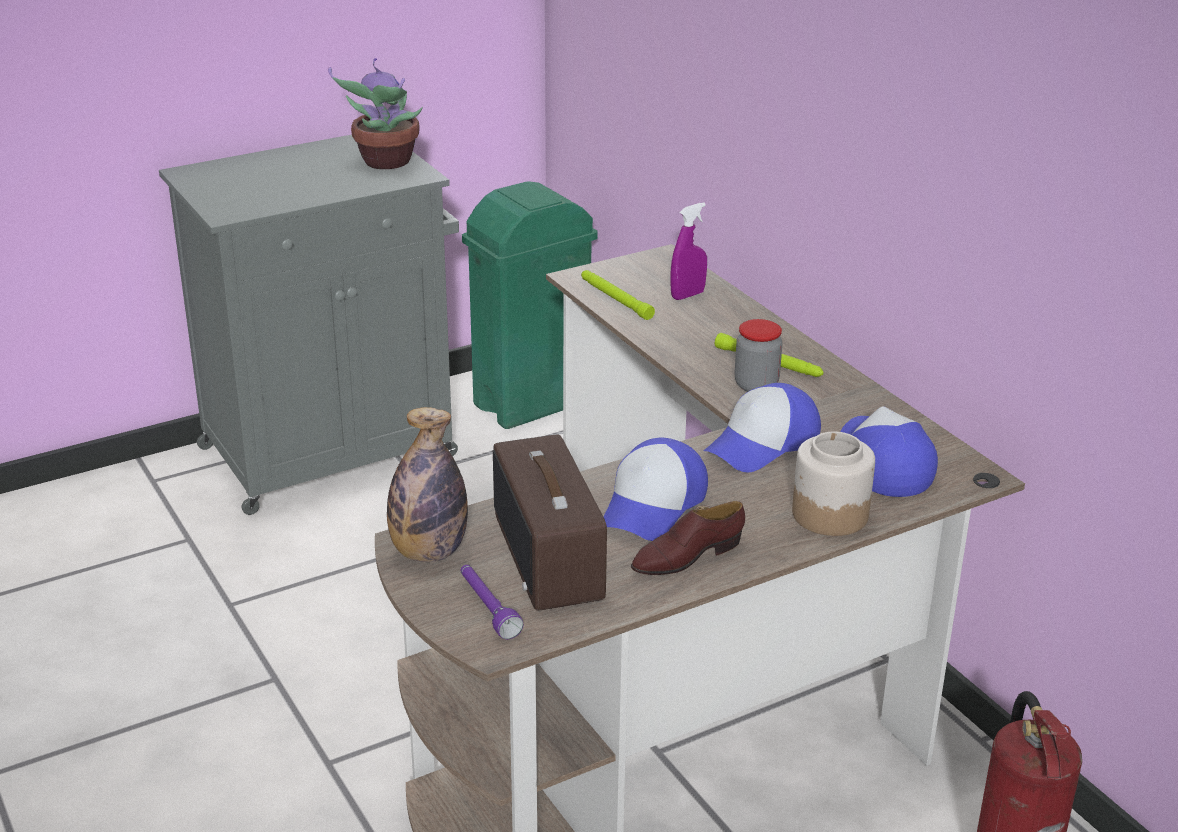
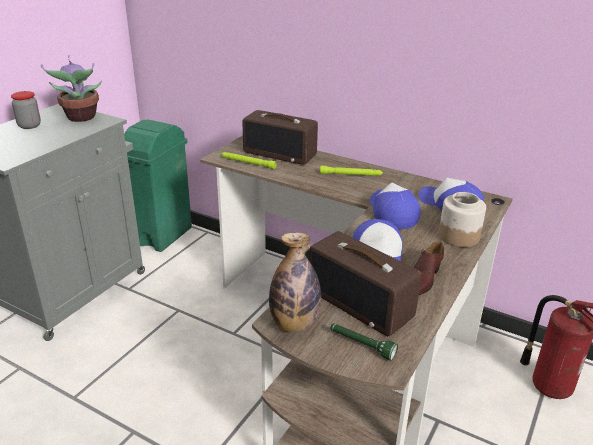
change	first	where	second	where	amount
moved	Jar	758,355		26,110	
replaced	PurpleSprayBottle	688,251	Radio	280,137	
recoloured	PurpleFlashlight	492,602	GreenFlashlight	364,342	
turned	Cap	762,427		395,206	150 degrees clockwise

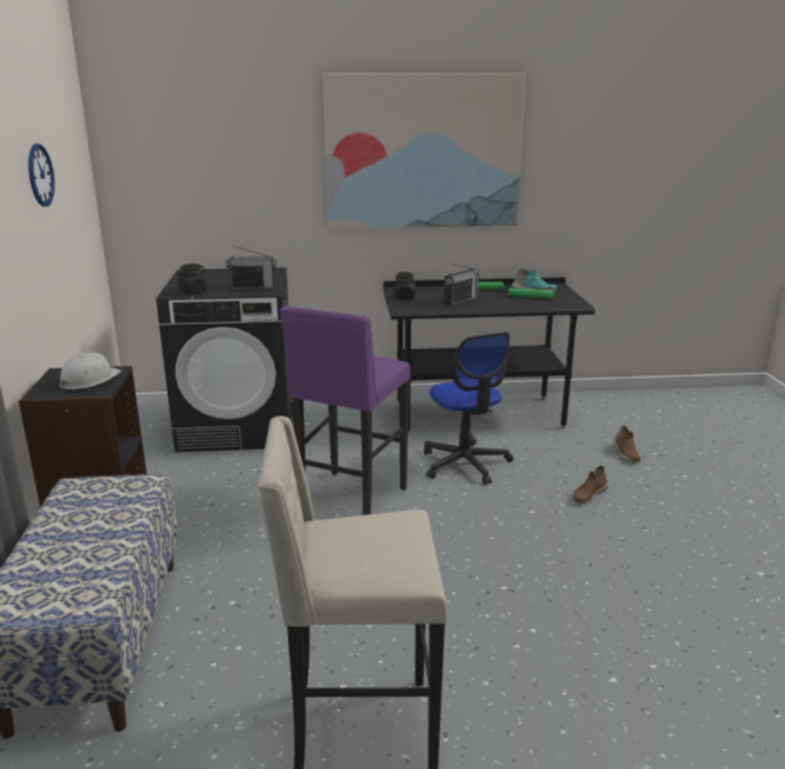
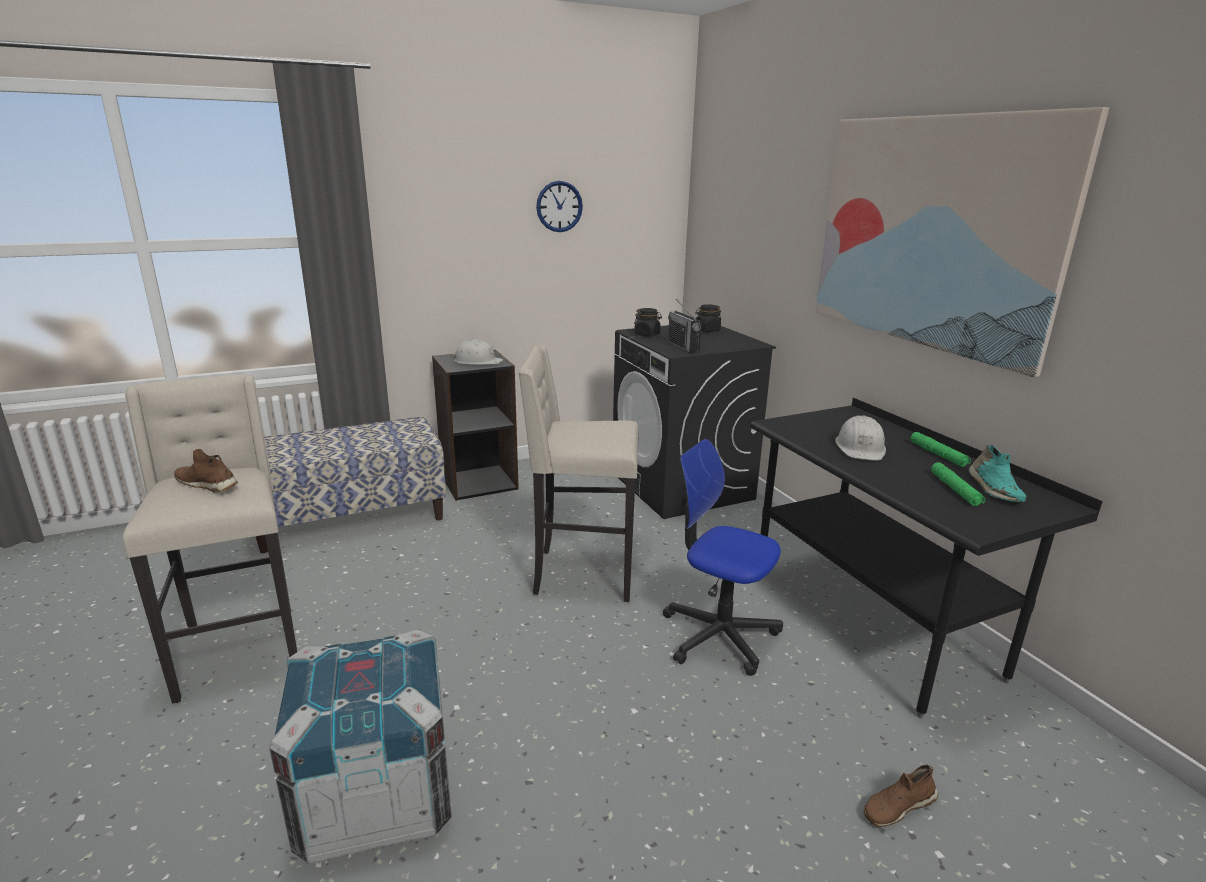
change	first	where	second	where	amount
added			Crate	360,746	
moved	BlackJar	405,285		708,318	
moved	BrownShoe	590,485		206,471	
replaced	Radio	462,284	WhiteHardHat	860,438	
recoloured	PurpleStool	345,410	BeigeStool	578,473	
turned	OfficeChair	469,408		723,557	75 degrees clockwise

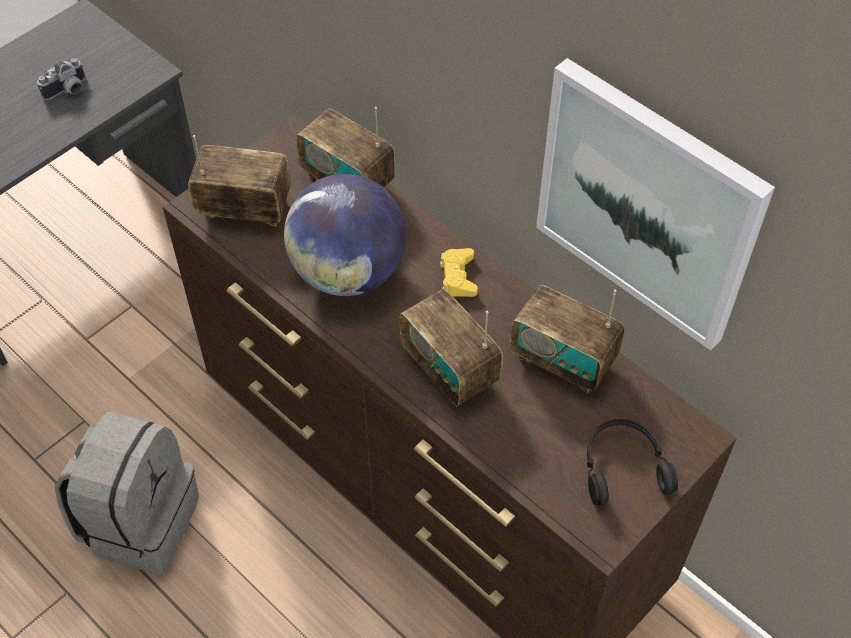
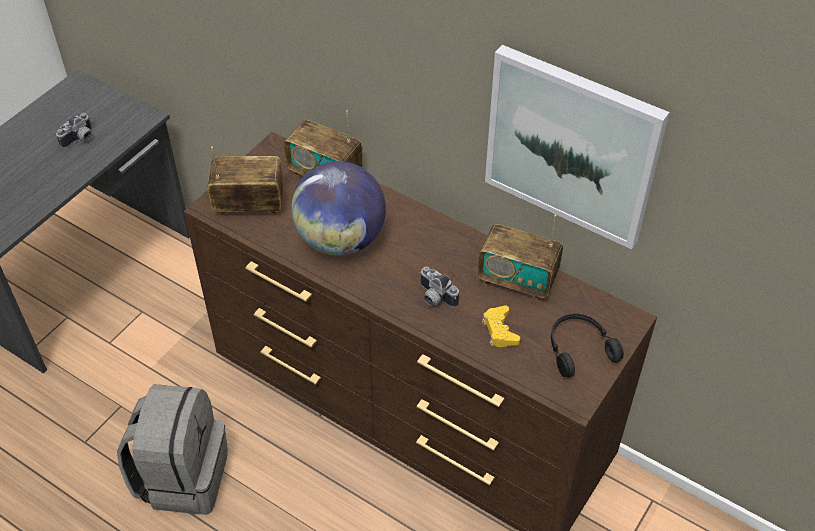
change	first	where	second	where	amount
moved	YellowGameController	459,272		501,326	
replaced	Radio	451,348	PhotoCamera	439,287	

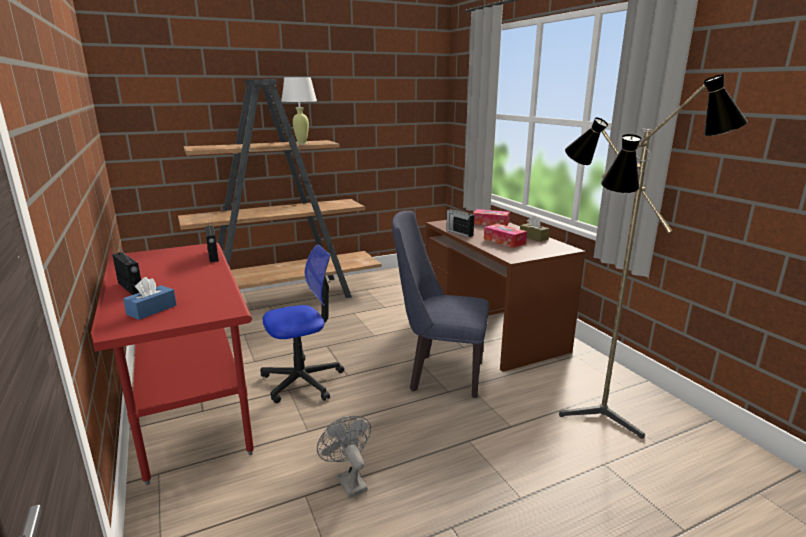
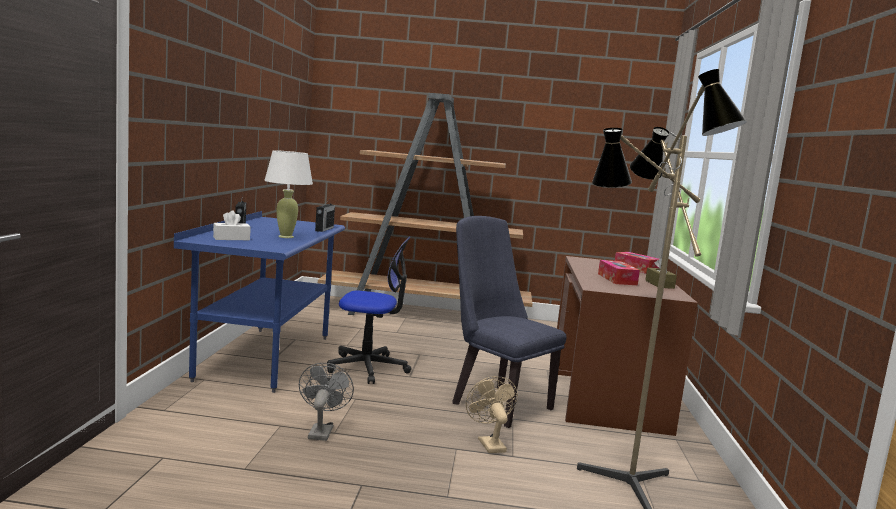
change	first	where	second	where	amount
removed	Radio	460,222			
added			BeigeFan	492,414	
moved	WhiteTableLamp	299,110		288,194	
recoloured	RedDesk	172,364	BlueDesk	259,302	
recoloured	BlueTissueBox	149,298	WhiteTissueBox	231,225	

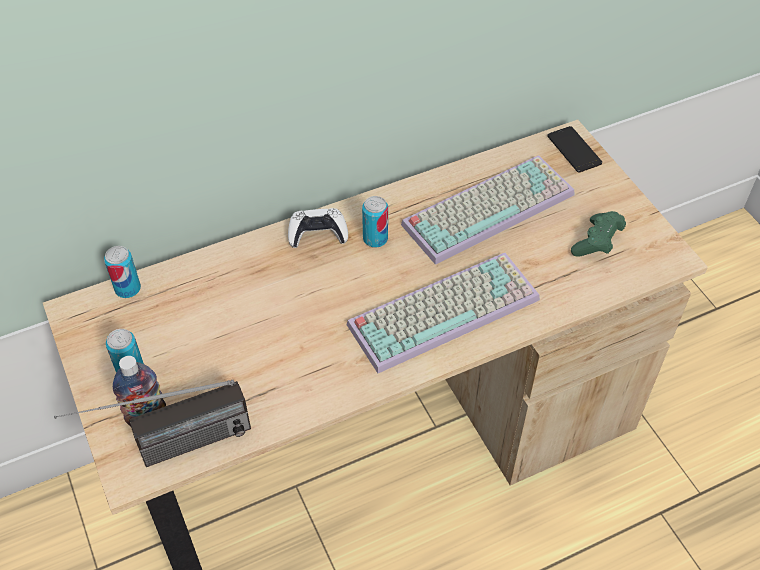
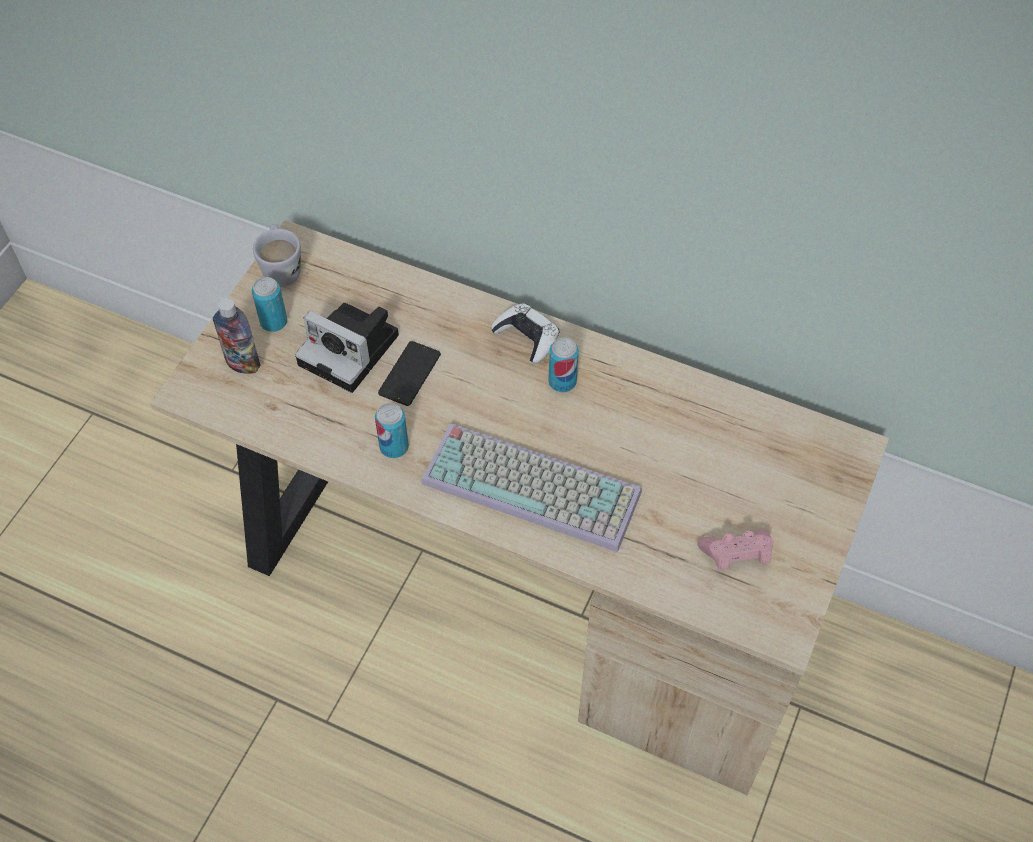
change	first	where	second	where	amount
removed	Radio	152,423			
removed	Keyboard	487,210			
added			WhiteMug	277,255	
added			PhotoCamera	347,348	
moved	Can	122,272		392,430	
moved	Phone	574,149		409,373	
recoloured	GreenGameController	598,234	PinkGameController	735,549	

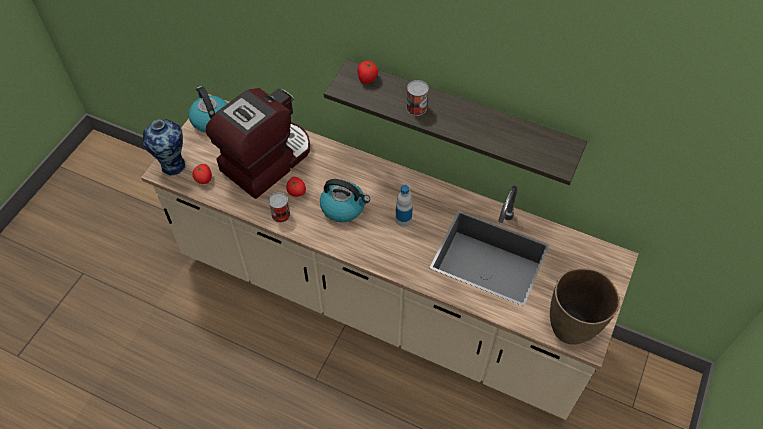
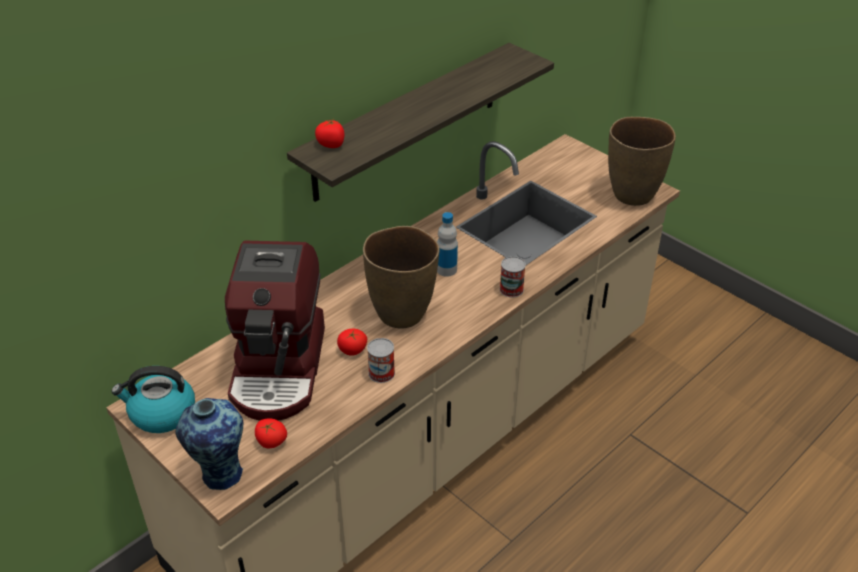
change	first	where	second	where	amount
moved	Can	417,98		513,276	
replaced	Kettle	345,200	BrownVase	401,277	
turned	CoffeeMachine	258,143		275,331	150 degrees counterclockwise

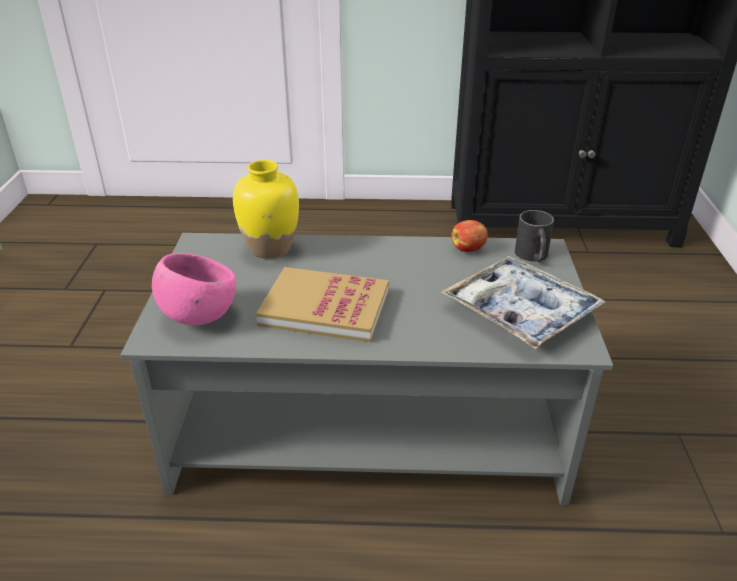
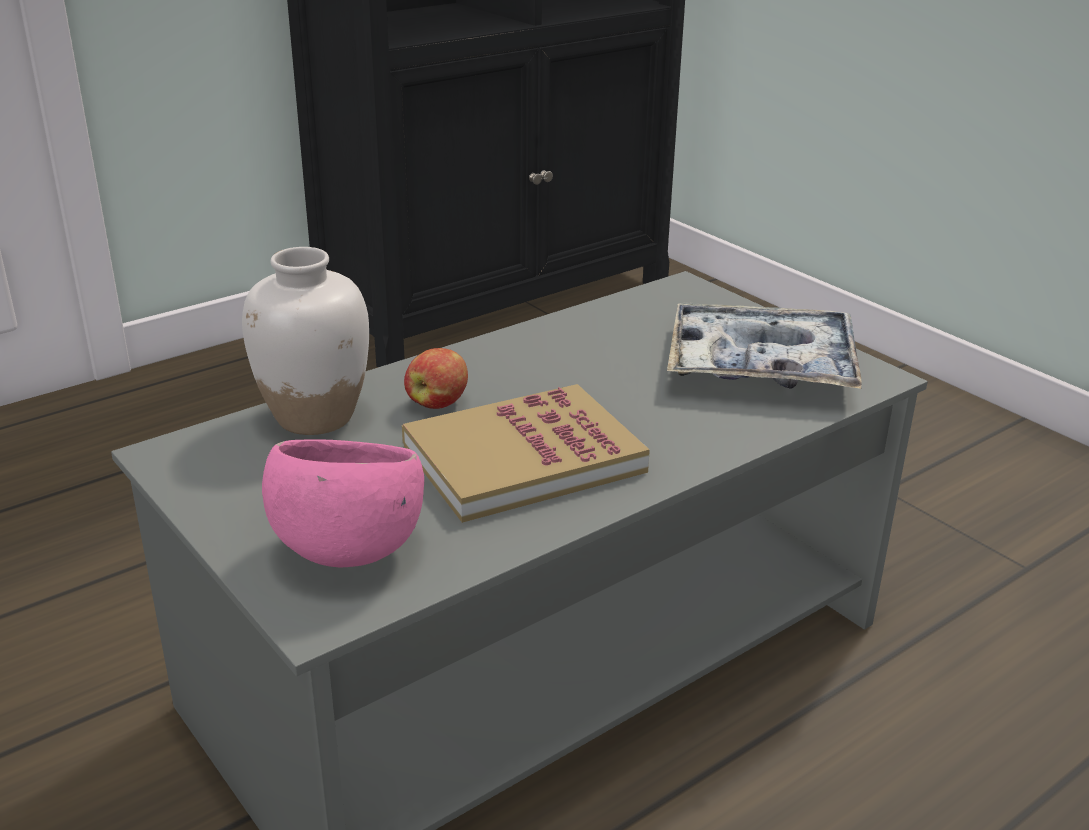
change	first	where	second	where	amount
removed	BlackMug	534,236			
moved	Apple	469,236		436,378	
recoloured	YellowVase	266,209	WhiteVase	305,341	

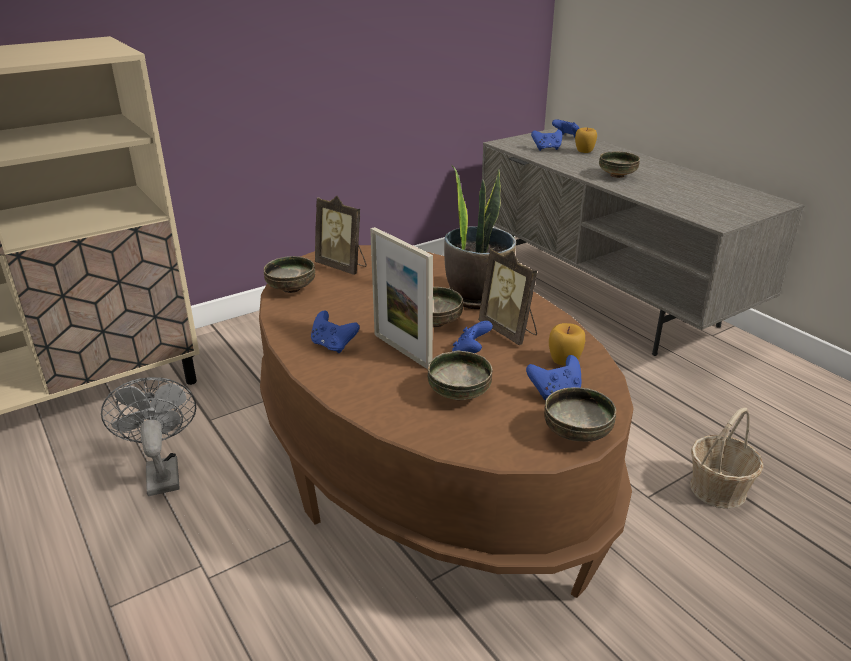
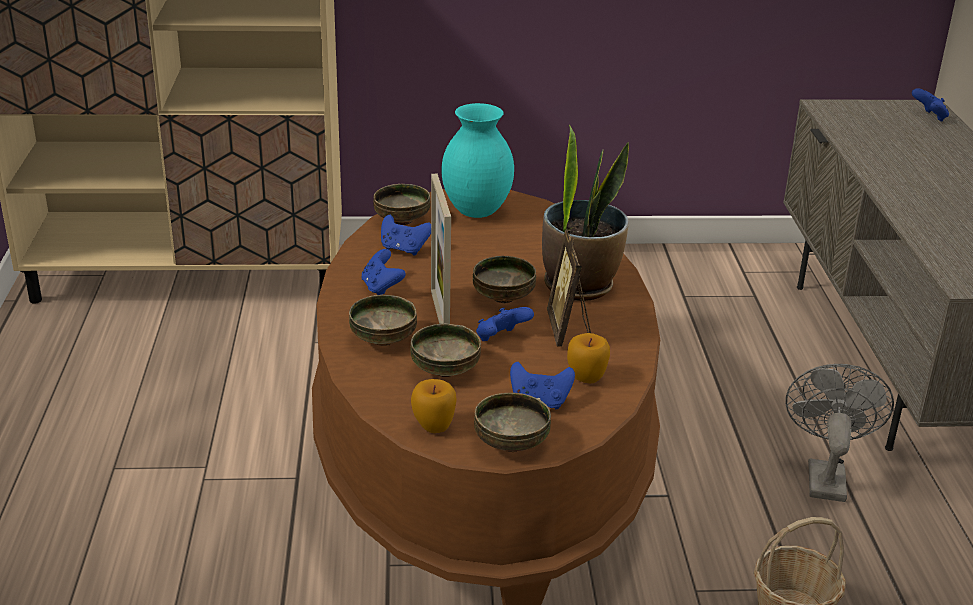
change	first	where	second	where	amount
moved	GreyFan	148,436		839,433	
moved	BlueGameController	546,140		406,235	
moved	Apple	586,140		434,406	
moved	Bowl	619,164		383,320	
replaced	PictureFrame	341,235	TurquoiseVase	477,160	

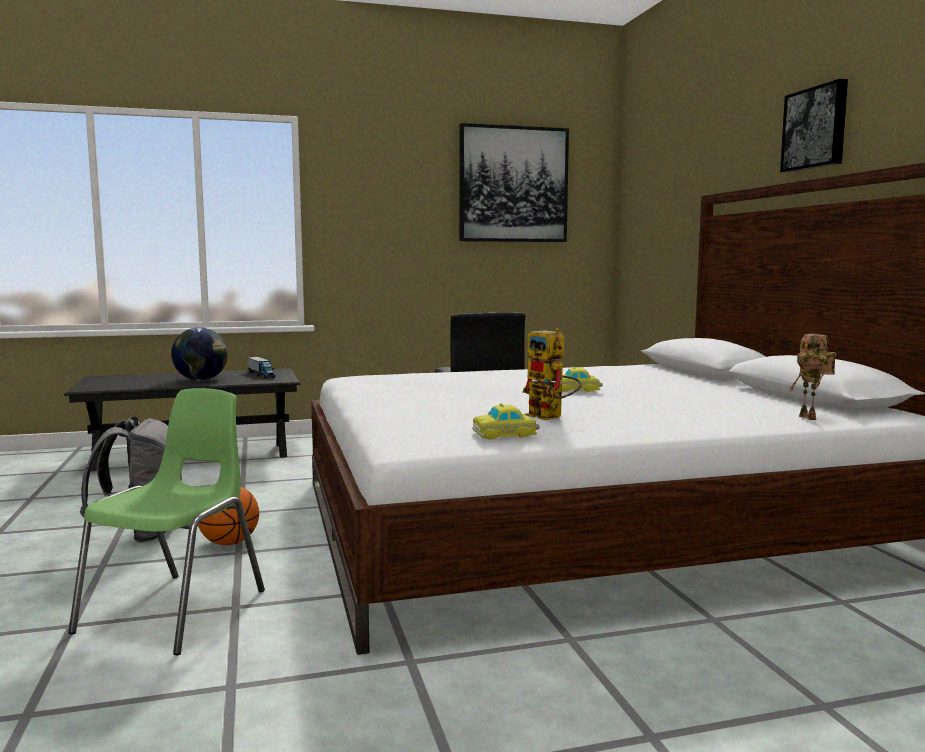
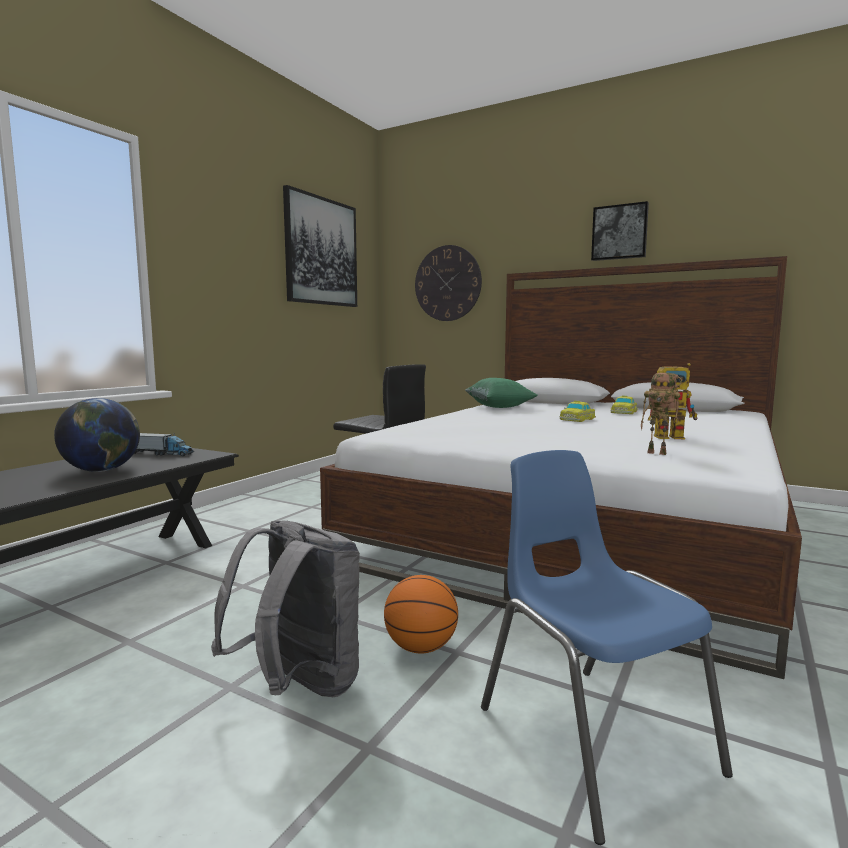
change	first	where	second	where	amount
added			WallClock	448,283	
added			GreenPillow	501,393	
moved	ToyCar	506,421		624,404	
moved	ToyRobot	812,377		661,414	
recoloured	GreenChair	166,521	BlueChair	607,647	

